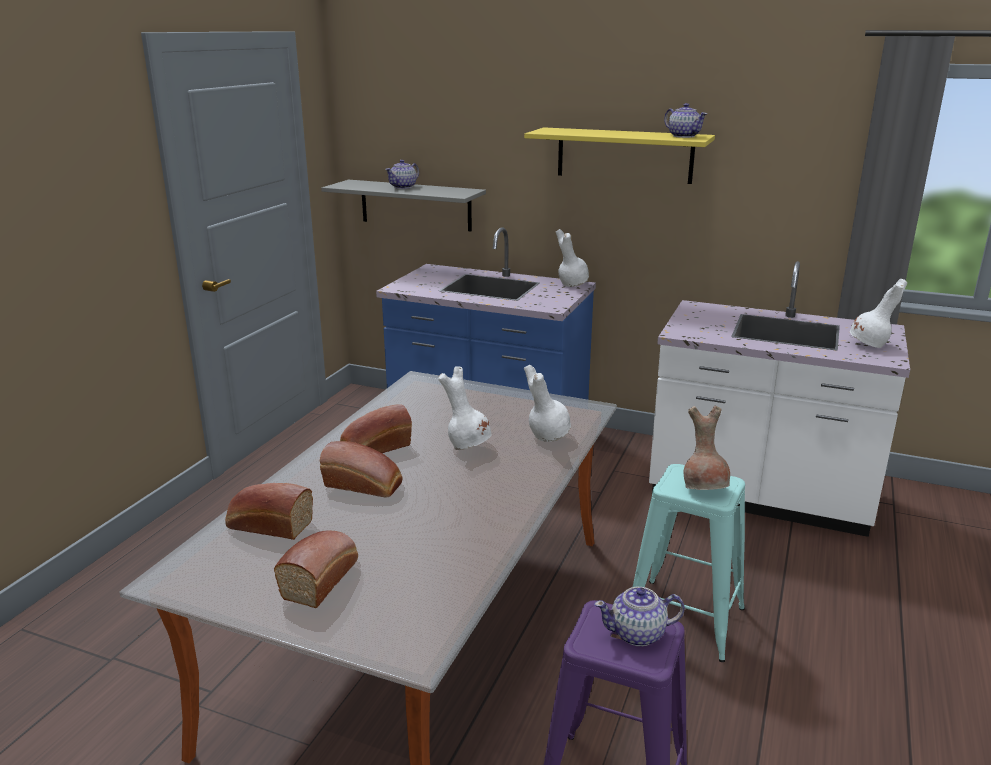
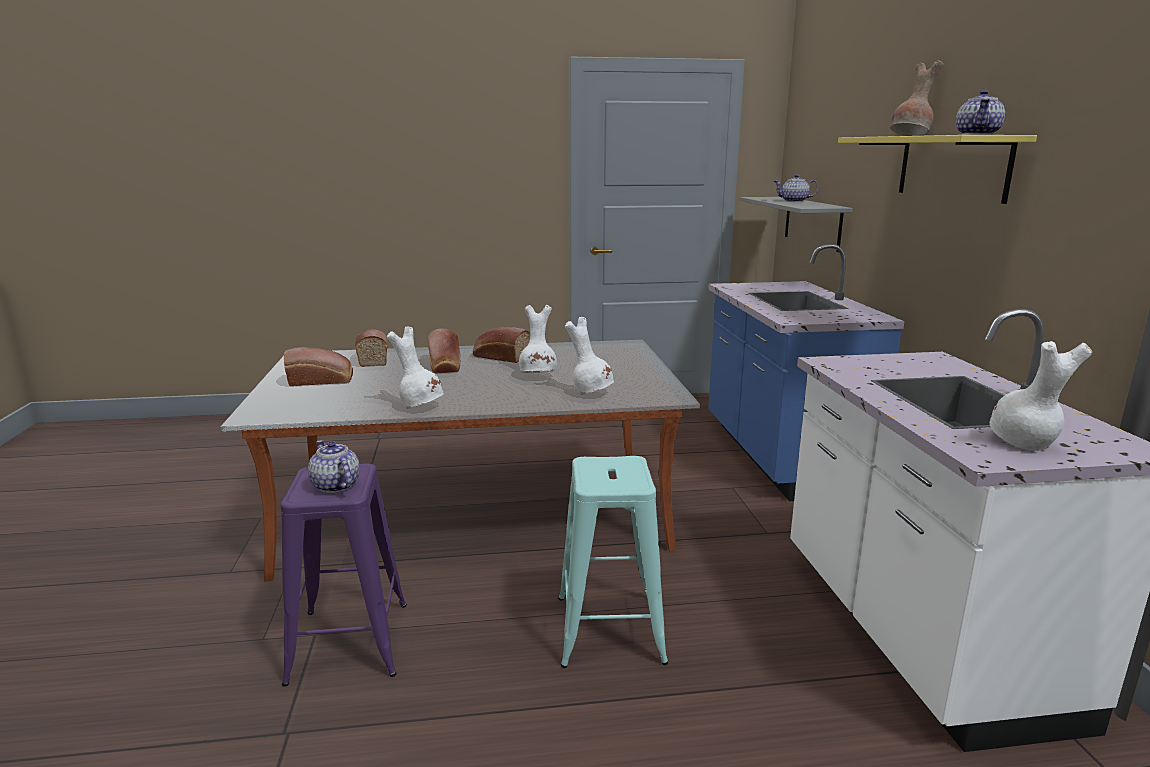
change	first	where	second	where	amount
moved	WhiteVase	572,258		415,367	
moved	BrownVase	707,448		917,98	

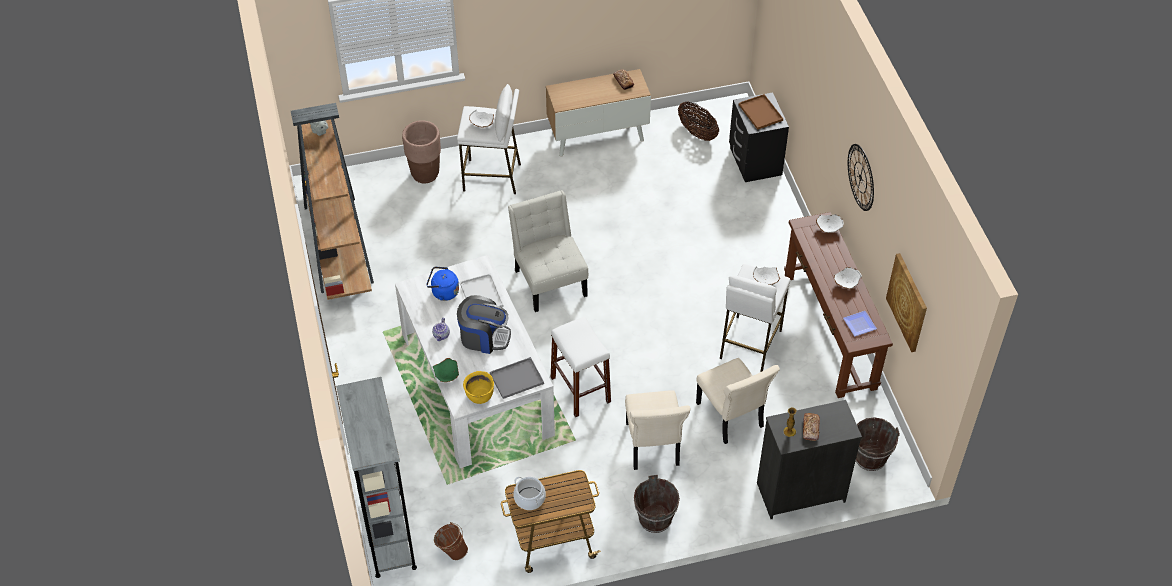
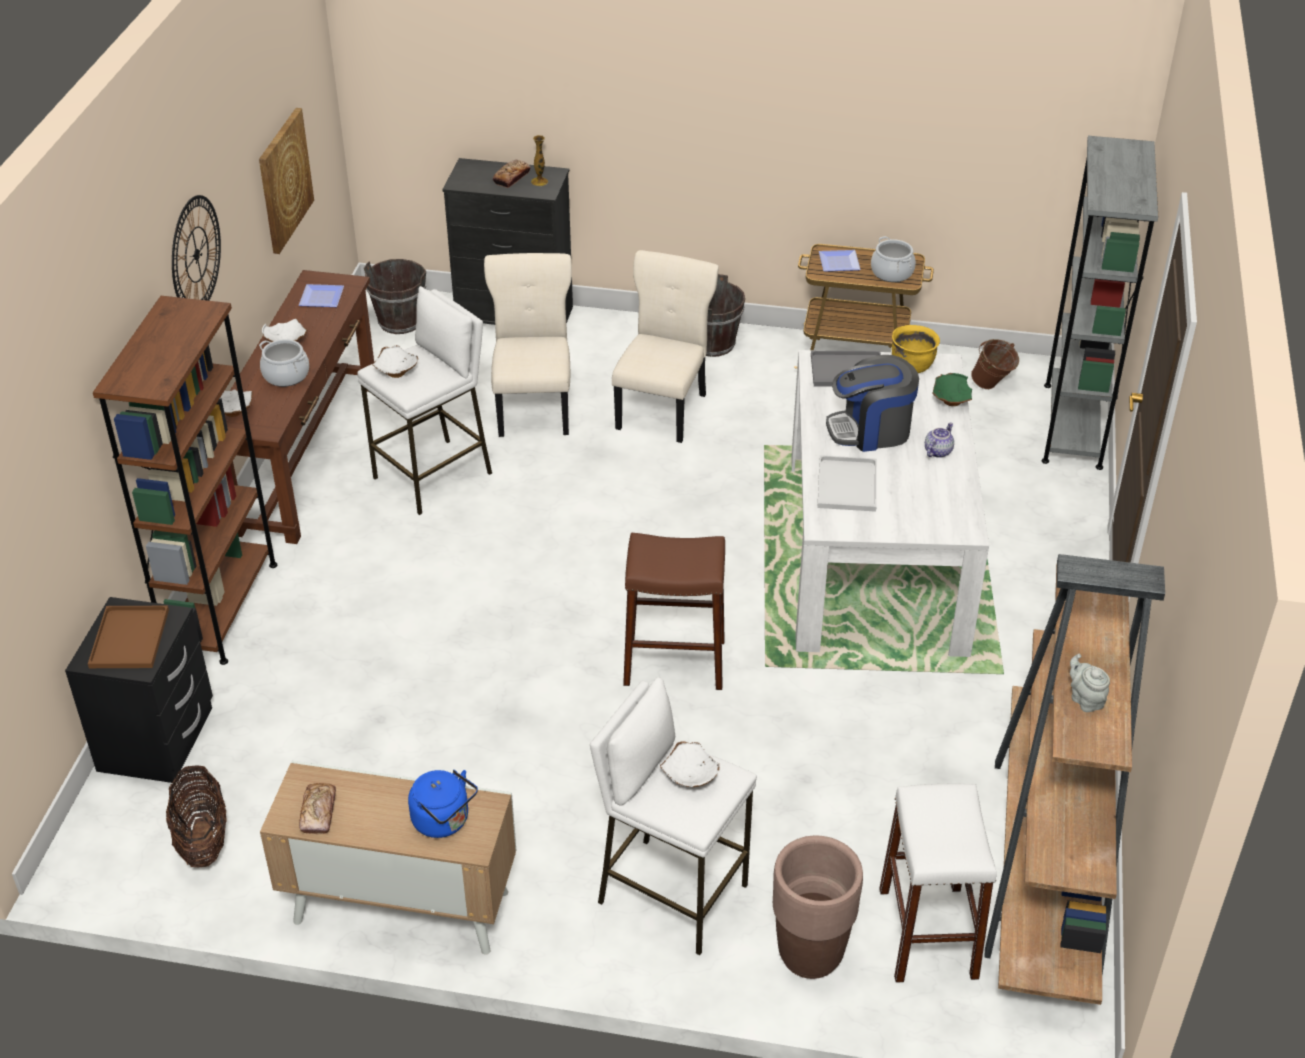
change	first	where	second	where	amount
added			BrownBookcase	185,480	
added			CookingPot	284,363	
added			Plate	840,261	
moved	BlueKettle	442,284		443,804	
moved	WhiteStool	581,367		937,883	
replaced	WhiteChair	548,251	BrownStool	674,611	
turned	CoffeeMachine	484,324		872,403	45 degrees counterclockwise

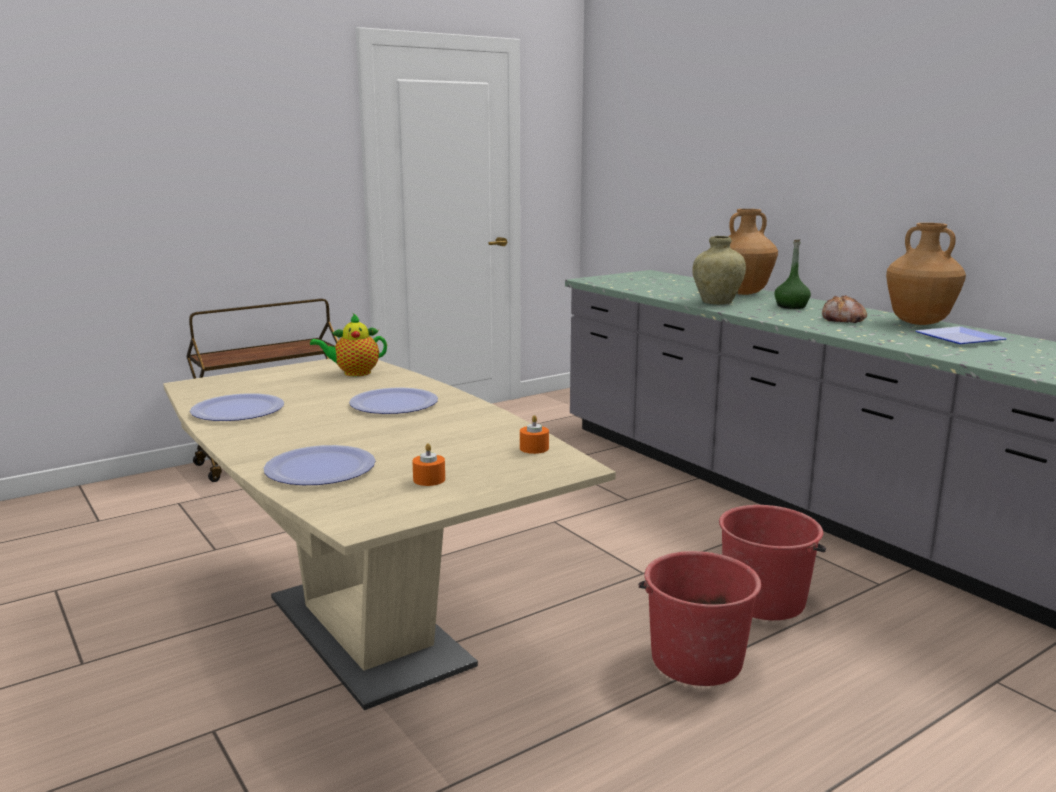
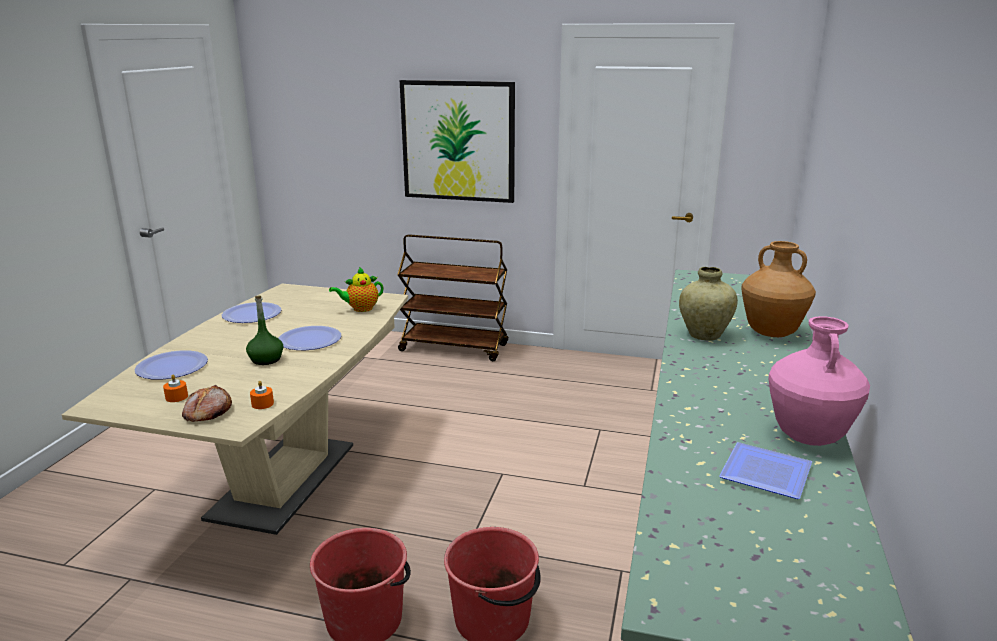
change	first	where	second	where	amount
added			Picture	457,141	
moved	GreenBottle	792,274		264,330	
moved	Bread	844,309		207,403	
recoloured	BrownVase	926,274	PinkVase	819,381	
turned	Teapot	348,344		356,289	60 degrees counterclockwise

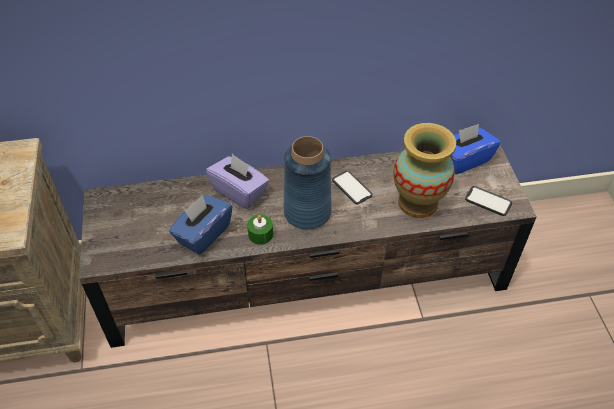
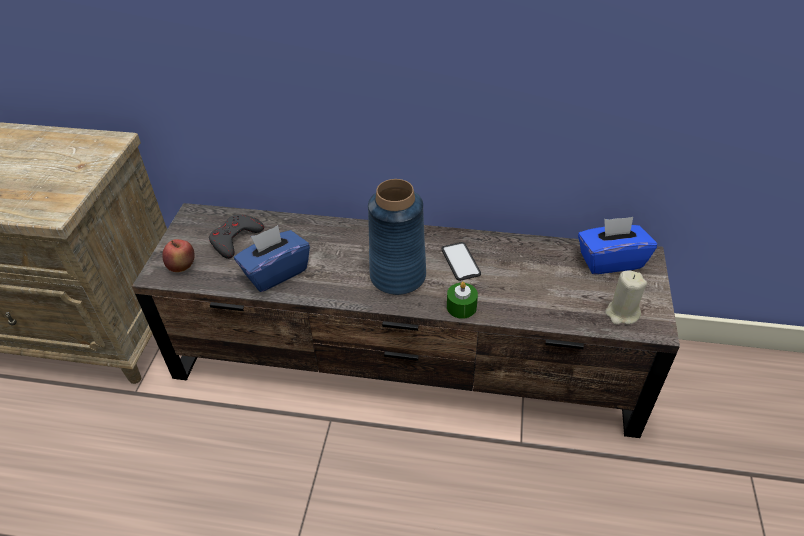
change	first	where	second	where	amount
removed	PurpleTissueBox	237,181			
removed	Vase	424,170			
added			Apple	178,255	
added			GreyGameController	236,236	
moved	GreenCandle	260,230		462,300	
replaced	Phone	488,201	BeigeCandle	626,297	

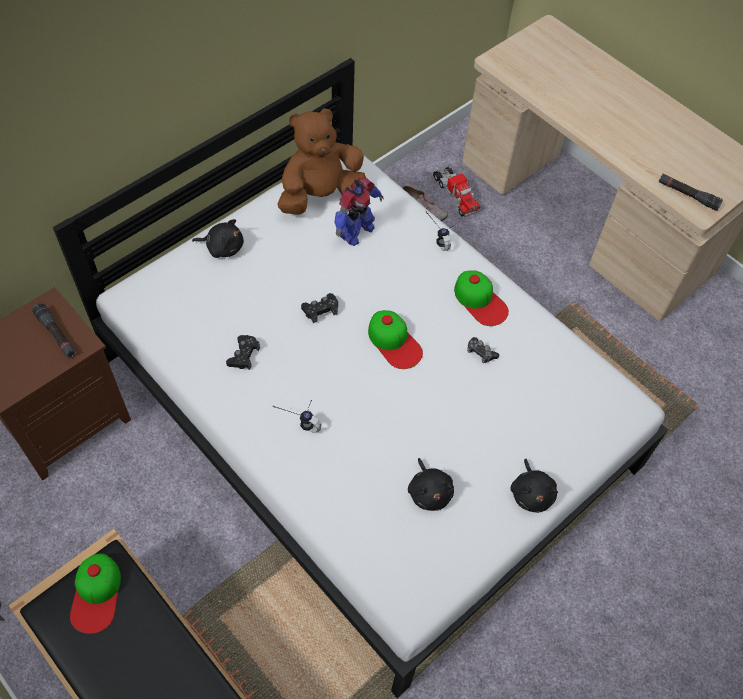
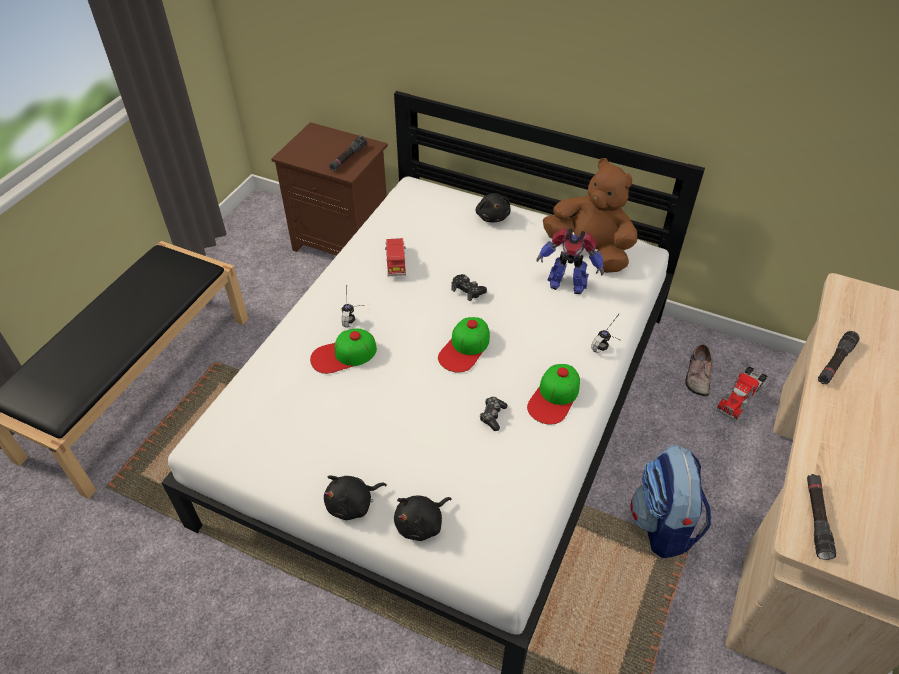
change	first	where	second	where	amount
added			Backpack	671,501	
added			BlackFlashlight	839,357	
moved	Cap	95,594		343,351	
moved	BlackPlushToy	431,484		423,518	
replaced	BlackGameController	243,352	RedToyCar	395,257	

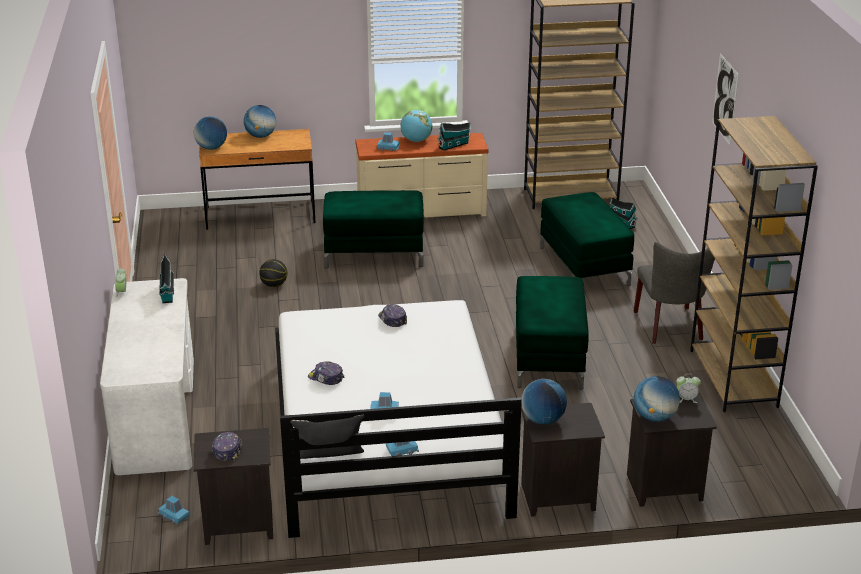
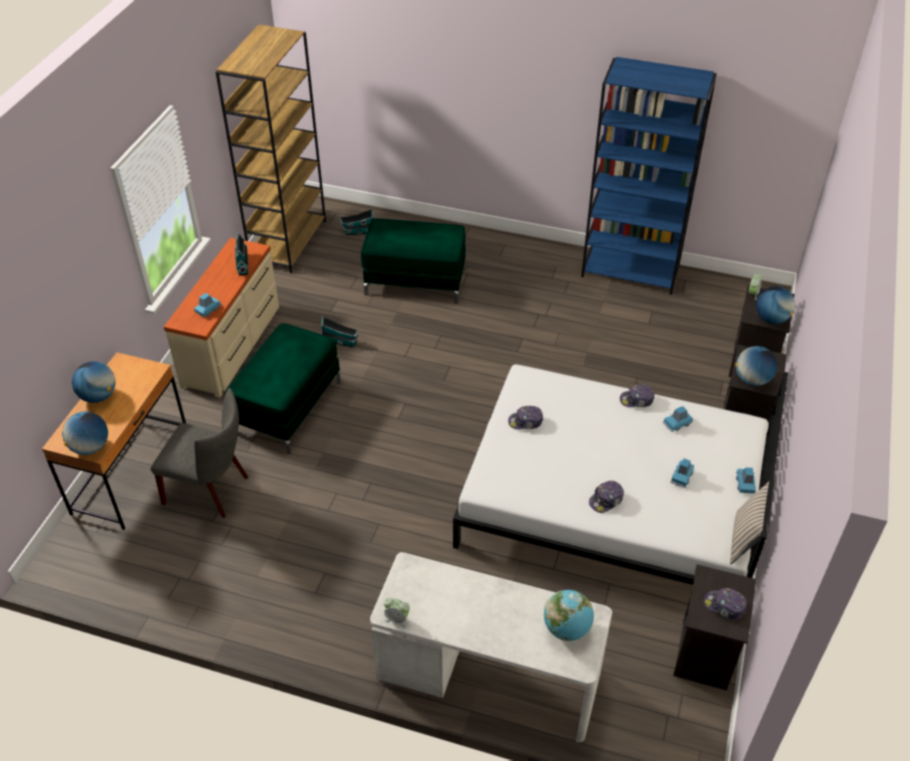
change	first	where	second	where	amount
removed	Basketball	273,273			
removed	GreenOttoman	552,333			
removed	Picture	725,99			
added			Cap	637,396	
moved	BlueToyCar	173,510		678,419	
moved	ToyHouse	166,278		340,332	
moved	Globe	417,126		569,615	
moved	GreyChair	677,290		199,453	
recoloured	BrownBookcase	754,264	BlueBookcase	649,176	

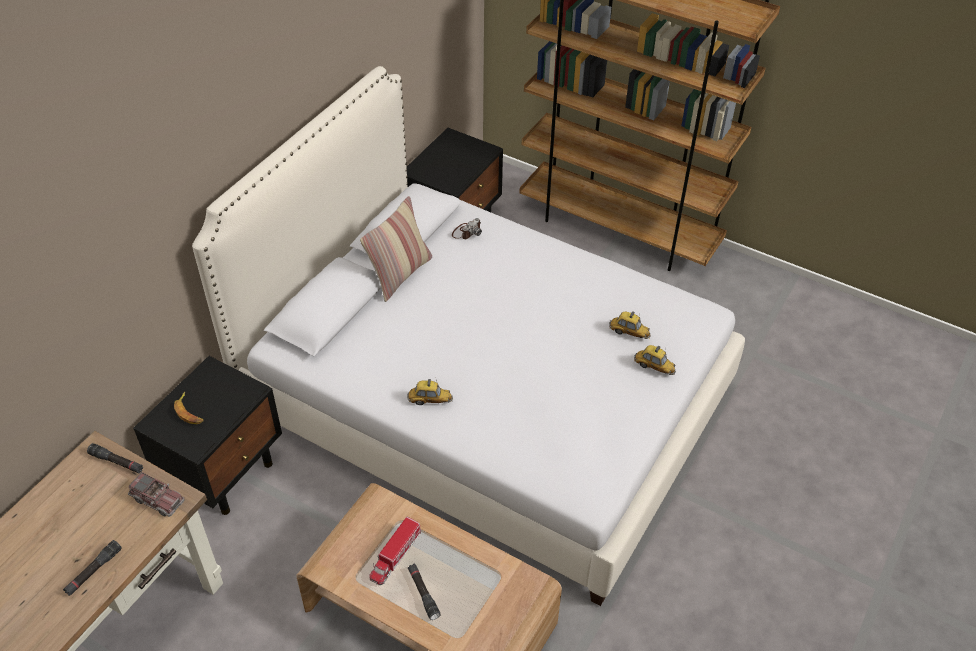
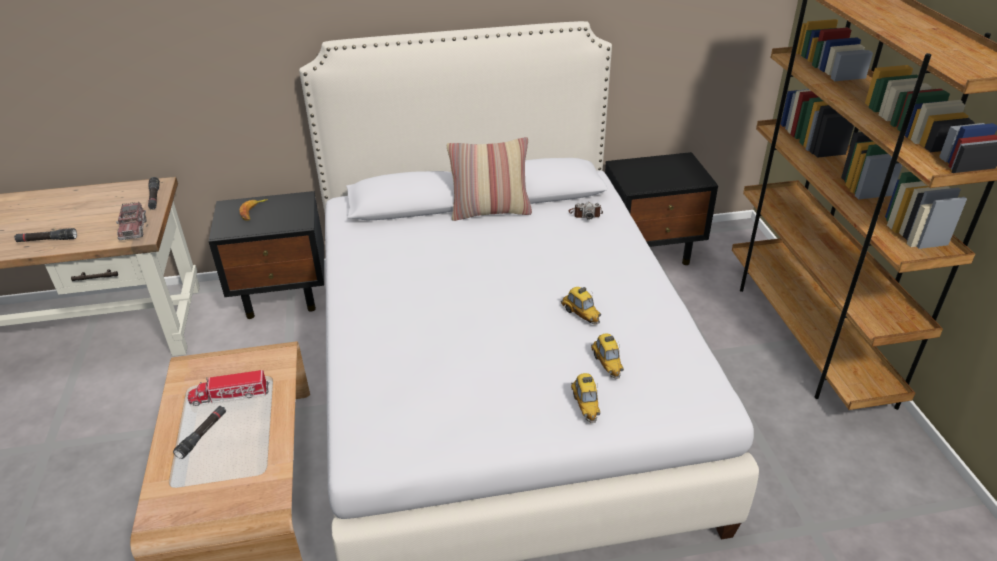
change	first	where	second	where	amount
moved	ToyCar	430,392		581,306	

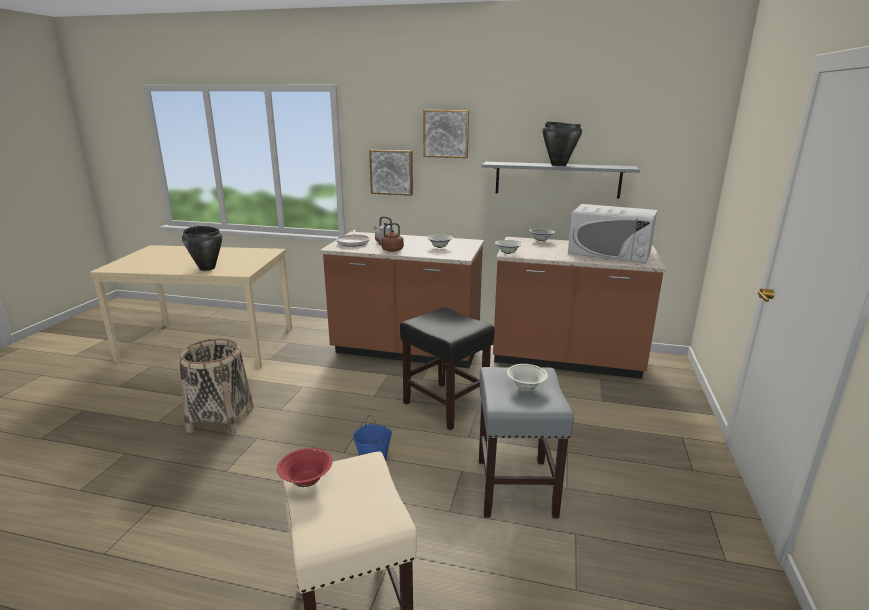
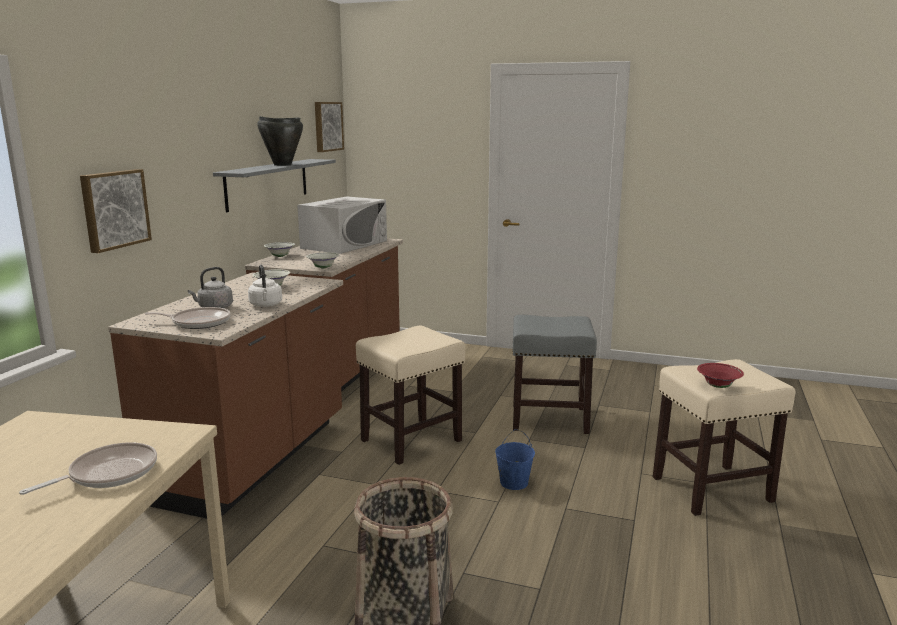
change	first	where	second	where	amount
removed	WhiteBowl	527,377			
moved	Picture	446,134		329,127	
replaced	BlackCookingPot	202,248	FryingPan	88,468	
recoloured	BrownKettle	389,237	WhiteKettle	265,286	
recoloured	BlackStool	447,368	BeigeStool	410,395	

